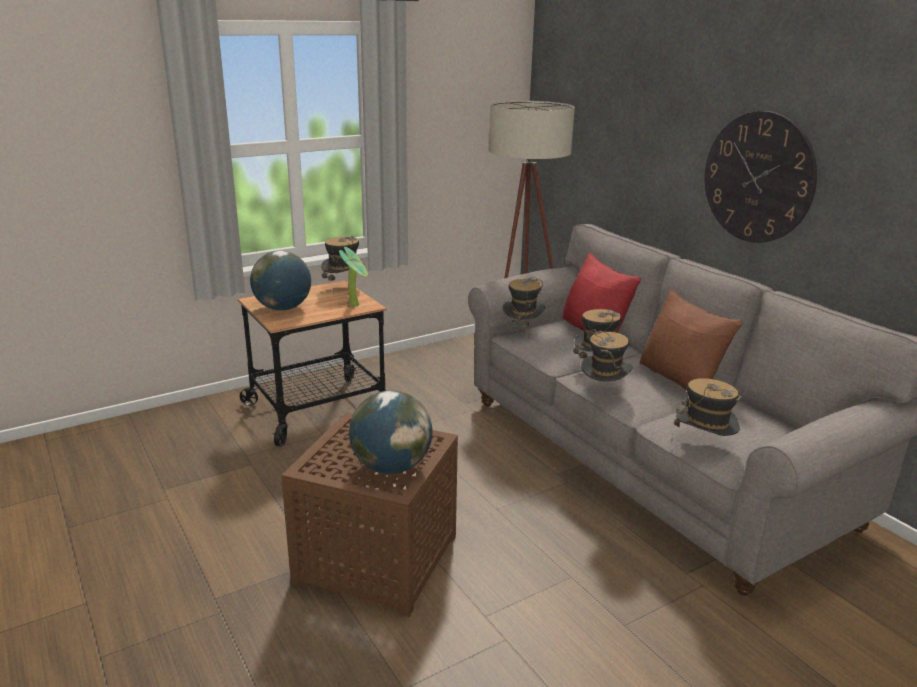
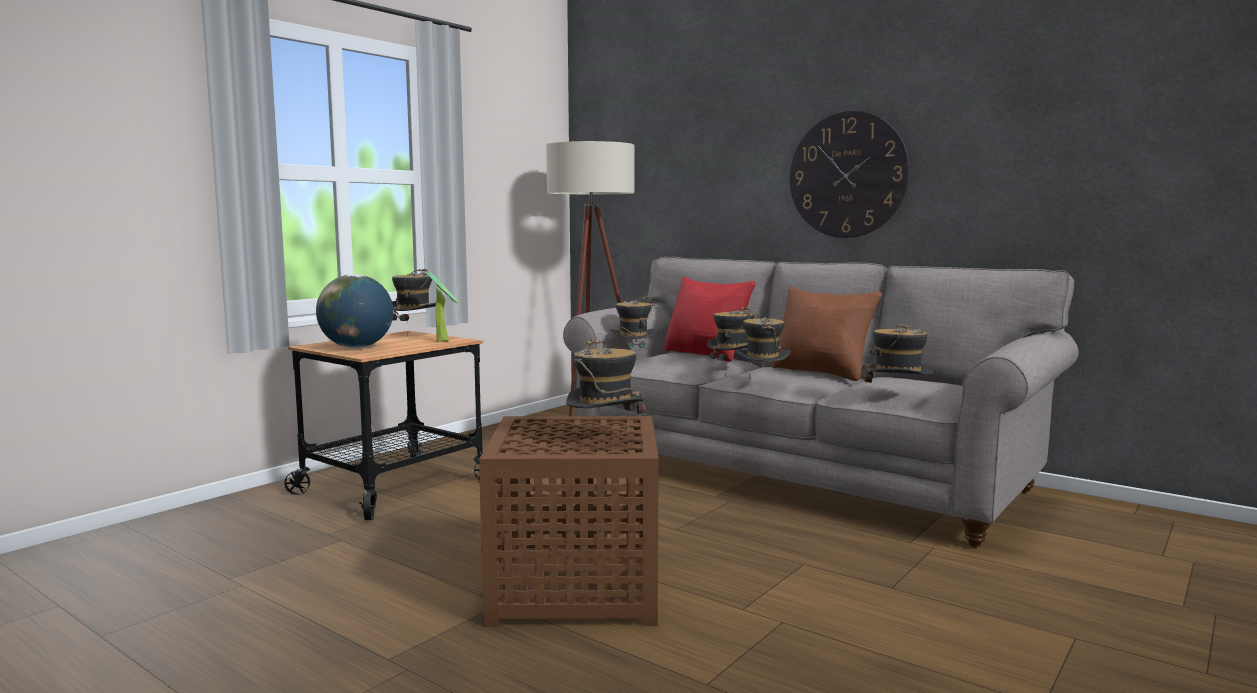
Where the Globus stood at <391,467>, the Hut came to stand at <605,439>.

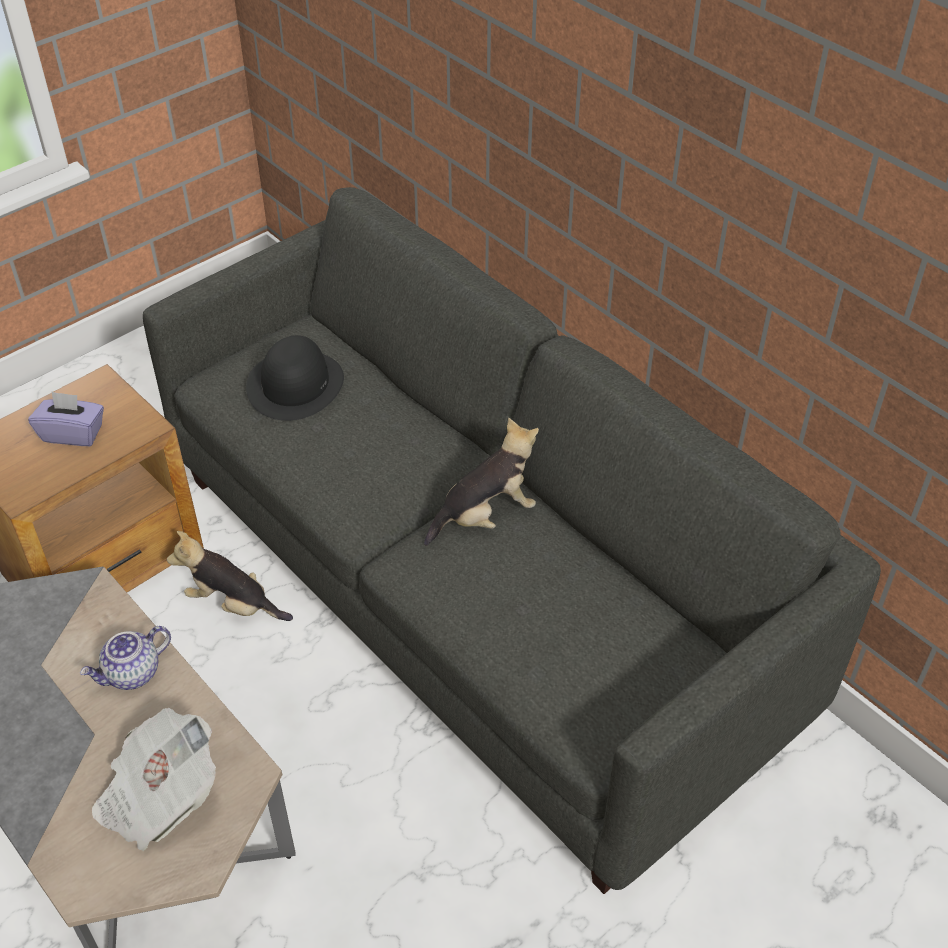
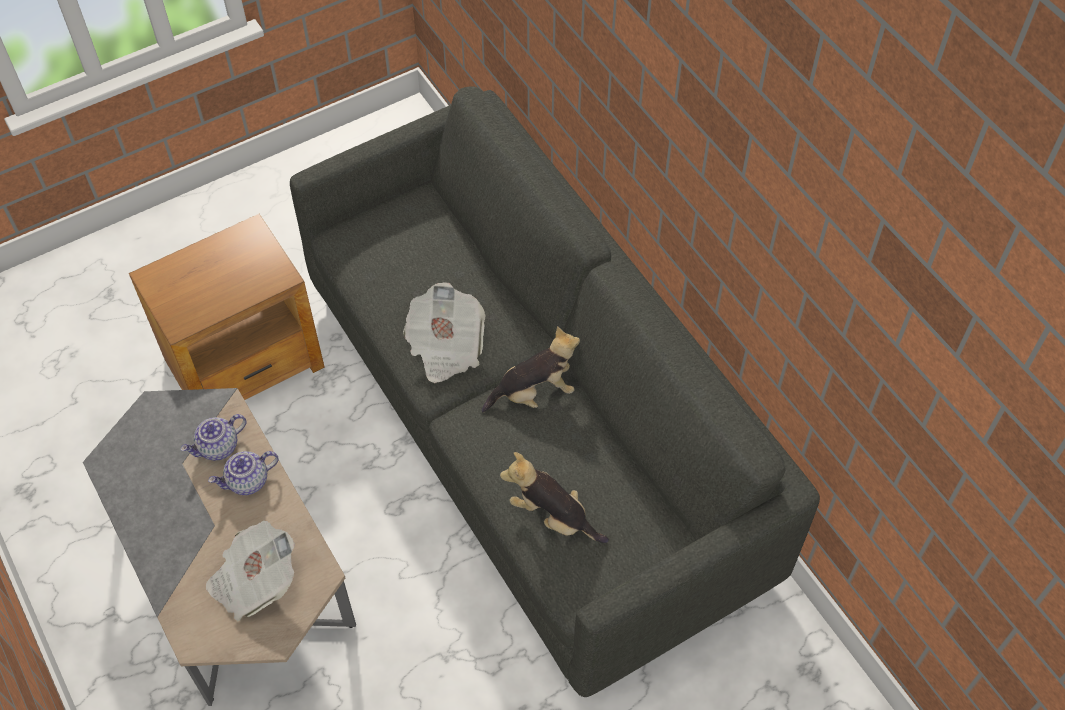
The second view lost the Taschentuchbox (lila) at <73,433>.
The Plüschtier ended up elsewhere, having gone from <233,604> to <553,516>.
The second view lost the Hut (schwarz) at <295,384>.
The second view gained the Teekanne at <218,447>.
The second view gained the Zeitung at <445,347>.

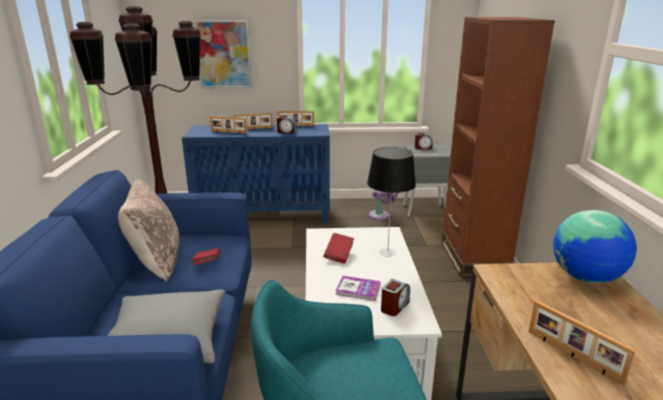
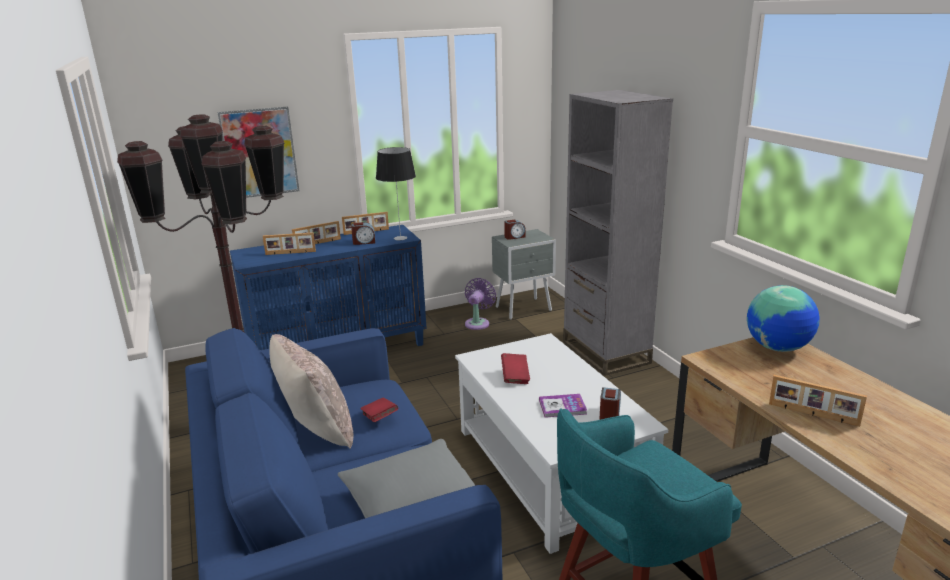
The Tischlampe ended up elsewhere, having gone from <388,252> to <401,238>.
What was the Bücherregal (braun) at <473,258> turned into the Bücherregal (grau) at <605,352>.

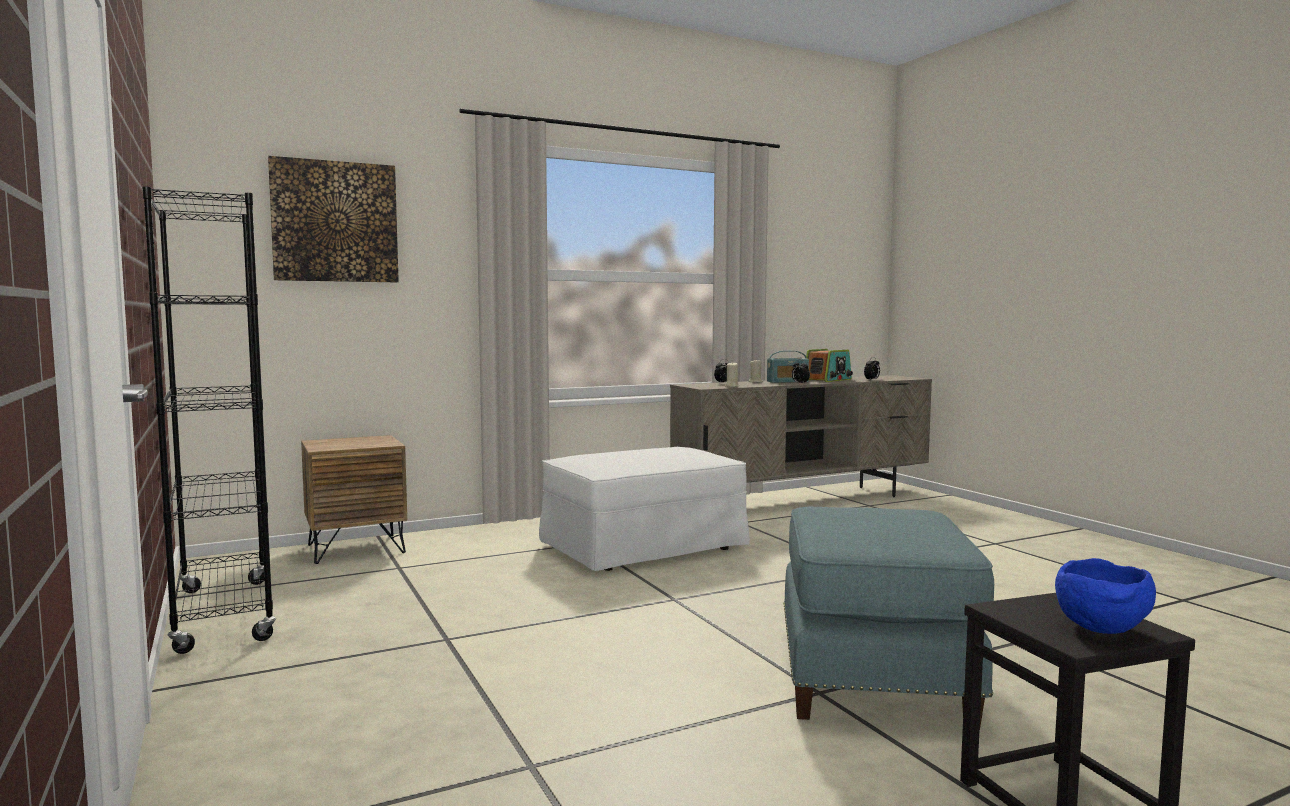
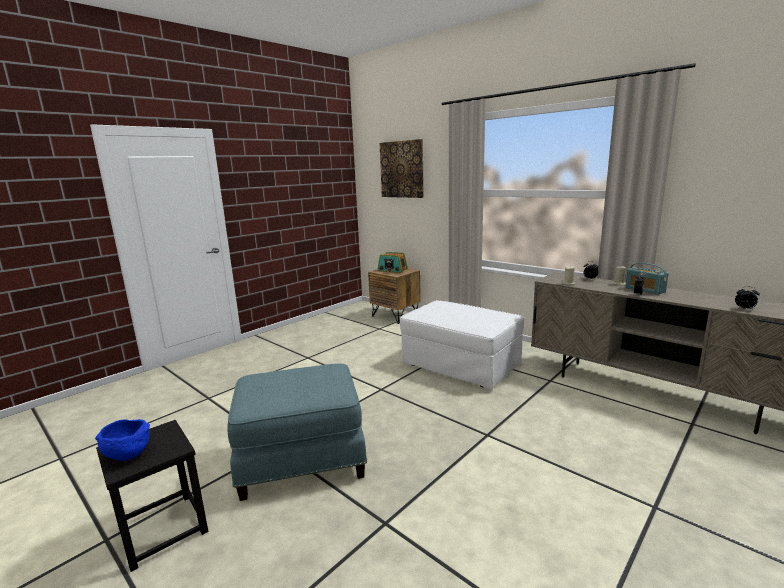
The second view lost the Bücherregal (schwarz) at <224,614>.
The Radio ended up elsewhere, having gone from <828,380> to <392,270>.

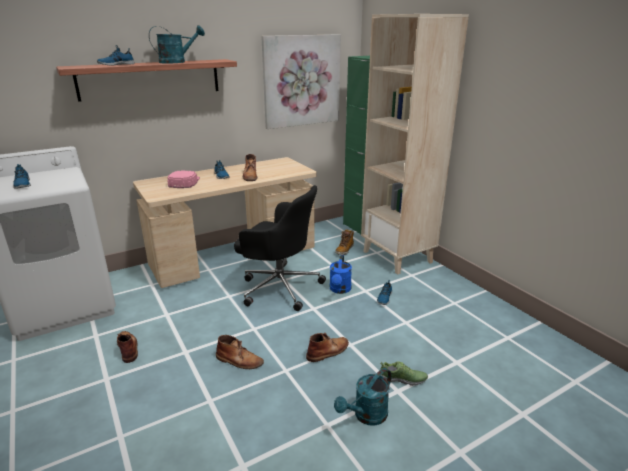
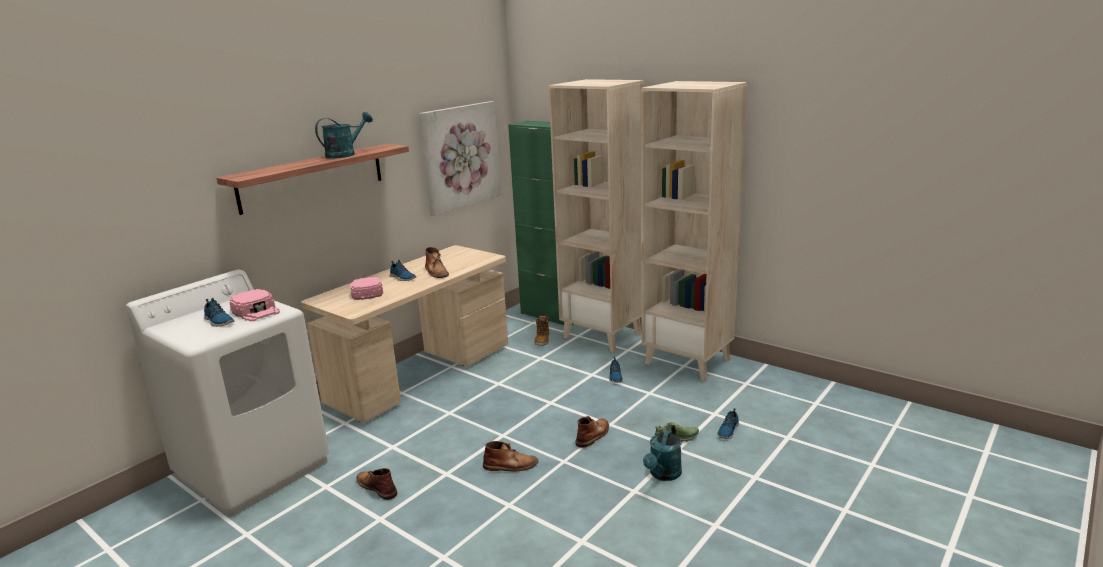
The Schuh ended up elsewhere, having gone from <116,64> to <727,430>.
The second view lost the Bürostuhl (schwarz) at <279,286>.
The second view lost the Gießkanne (blau) at <340,290>.
The second view gained the Kappe (rosa) at <256,311>.
The second view gained the Bücherregal (beige) at <688,361>.

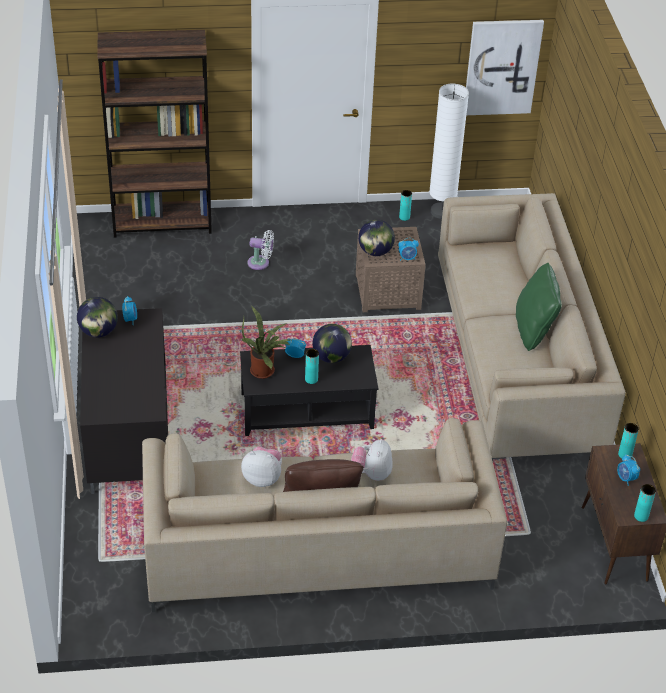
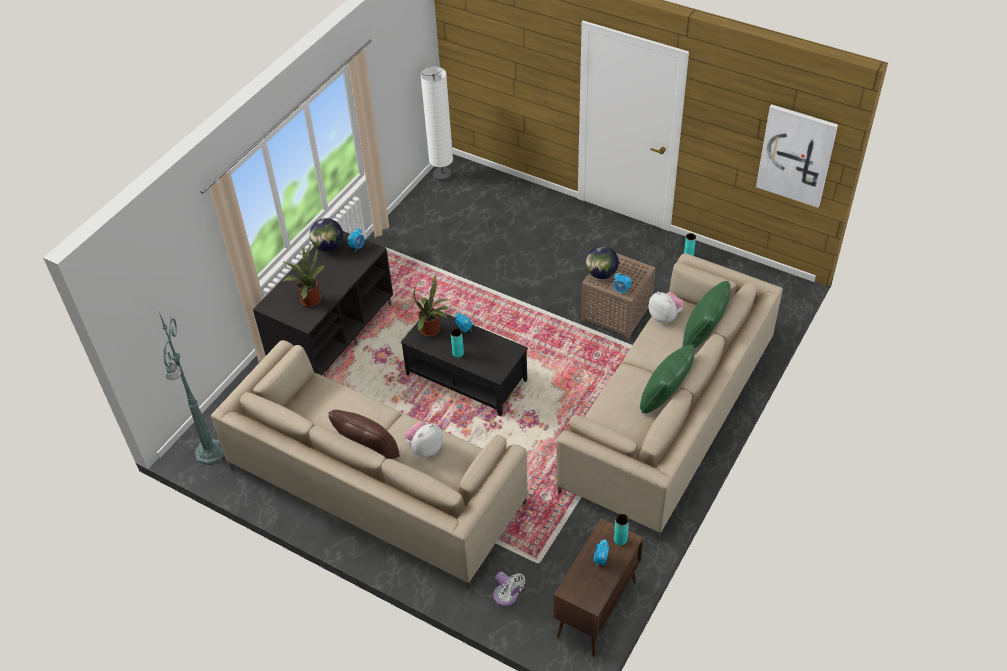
The second view lost the Bücherregal (braun) at <162,223>.
The Plüschtier ended up elsewhere, having gone from <262,478> to <665,317>.
The Ventilator (weiß) ended up elsewhere, having gone from <260,263> to <507,597>.
The second view lost the Globus at <331,357>.
The Stehlampe (weiß) ended up elsewhere, having gone from <441,212> to <442,175>.
The second view lost the Vase (türkis) at <641,516>.
The second view gained the Stehlampe (grün) at <210,453>.
The second view gained the Topfpflanze at <309,299>.
The second view gained the Kissen (grün) at <703,335>.

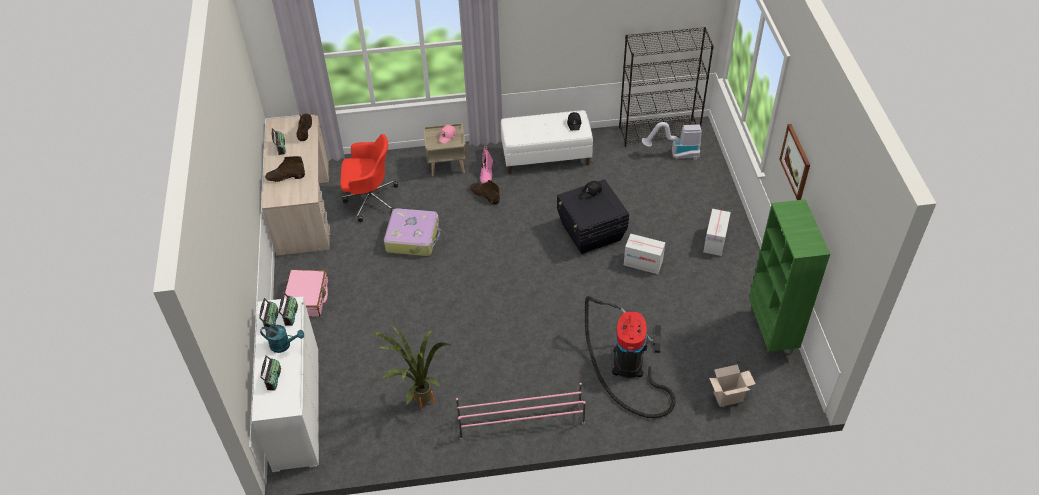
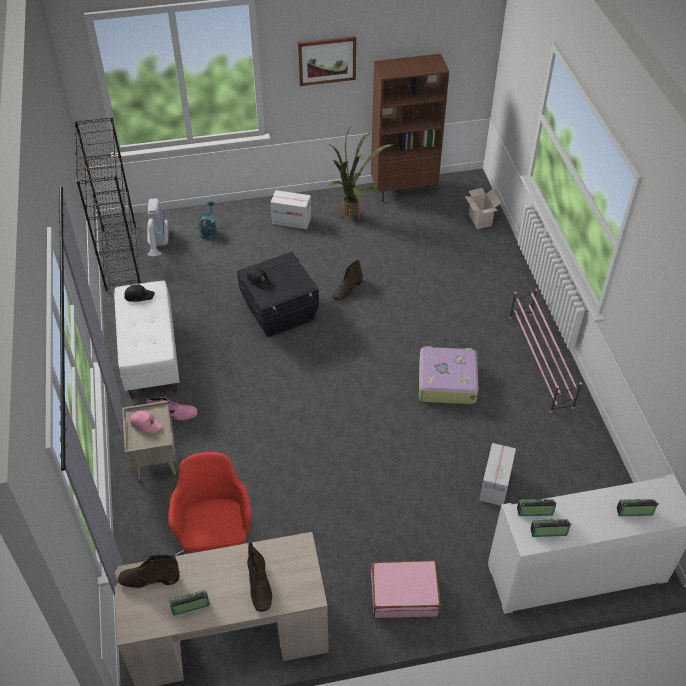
The Gießkanne (türkis) ended up elsewhere, having gone from <284,345> to <208,231>.
The Topfpflanze ended up elsewhere, having gone from <418,402> to <352,220>.
The Koffer ended up elsewhere, having gone from <413,237> to <446,381>.
The Stiefel (braun) ended up elsewhere, having gone from <484,195> to <347,290>.
The second view lost the Staubsauger at <629,366>.
The Karton ended up elsewhere, having gone from <643,263> to <495,484>.
What was the Bücherregal (grün) at <772,333> turned into the Bücherregal (braun) at <404,190>.

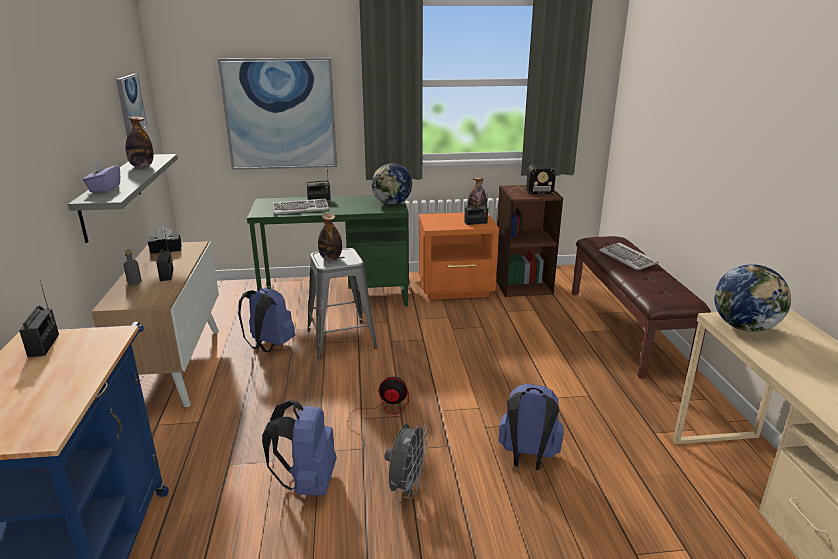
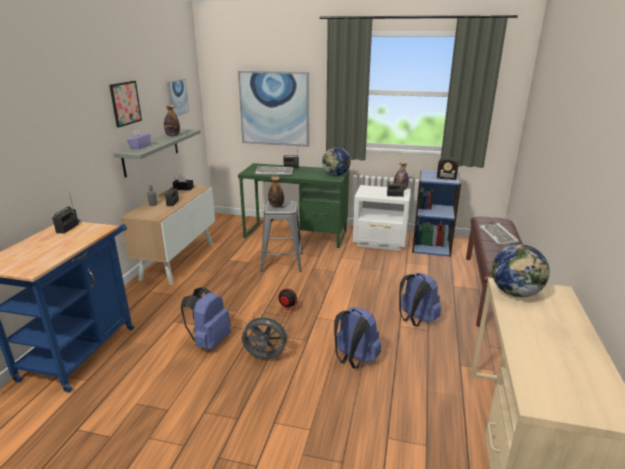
The Rucksack (blau) ended up elsewhere, having gone from <269,346> to <416,320>.
The Ventilator (grau) at <407,487> ended up facing another way, 120 degrees counterclockwise from before.
What was the Nachttisch (orange) at <457,289> turned into the Nachttisch (weiß) at <380,242>.
What was the Bücherregal (braun) at <522,285> turned into the Bücherregal (blau) at <431,246>.
The second view gained the Bild at <125,103>.

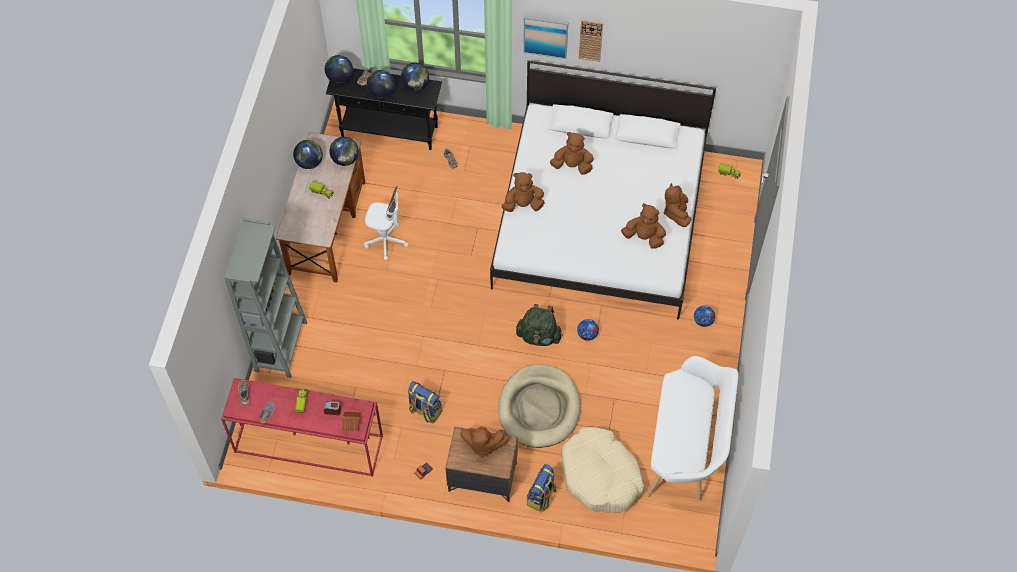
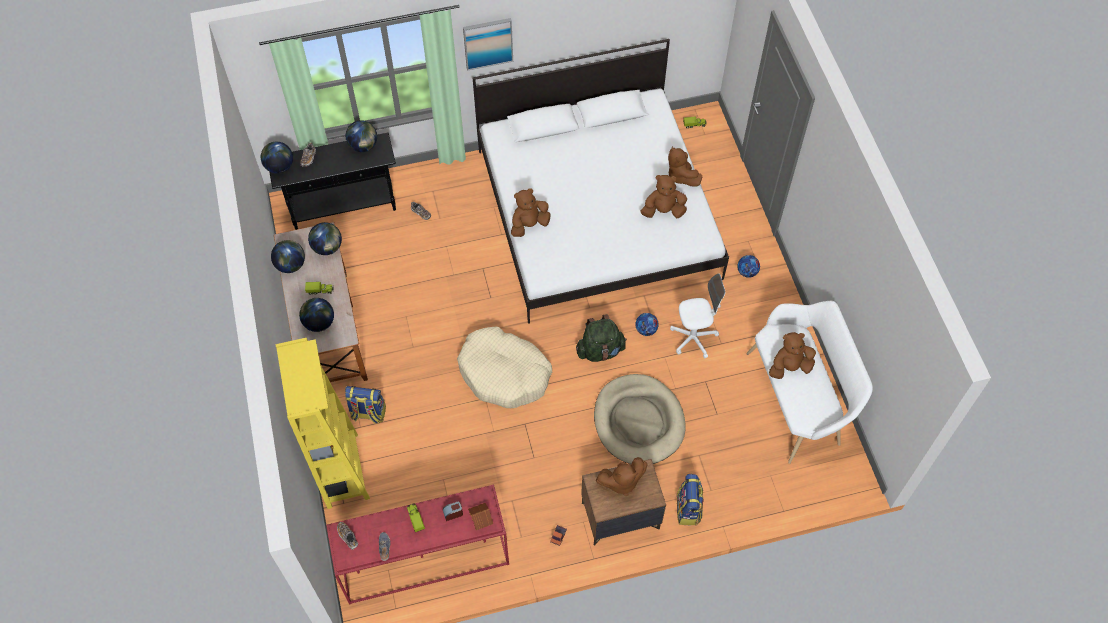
What was the Bücherregal (grau) at <281,347> turned into the Bücherregal (gelb) at <342,471>.
The Bürostuhl (weiß) ended up elsewhere, having gone from <386,241> to <693,338>.
The Globus ended up elsewhere, having gone from <381,92> to <319,323>.
The Rucksack ended up elsewhere, having gone from <425,410> to <368,413>.
The Plüschtier (braun) ended up elsewhere, having gone from <572,165> to <789,367>.
The Hundebett (beige) ended up elsewhere, having gone from <600,476> to <504,373>.
The second view lost the Wanduhr at <590,40>.

